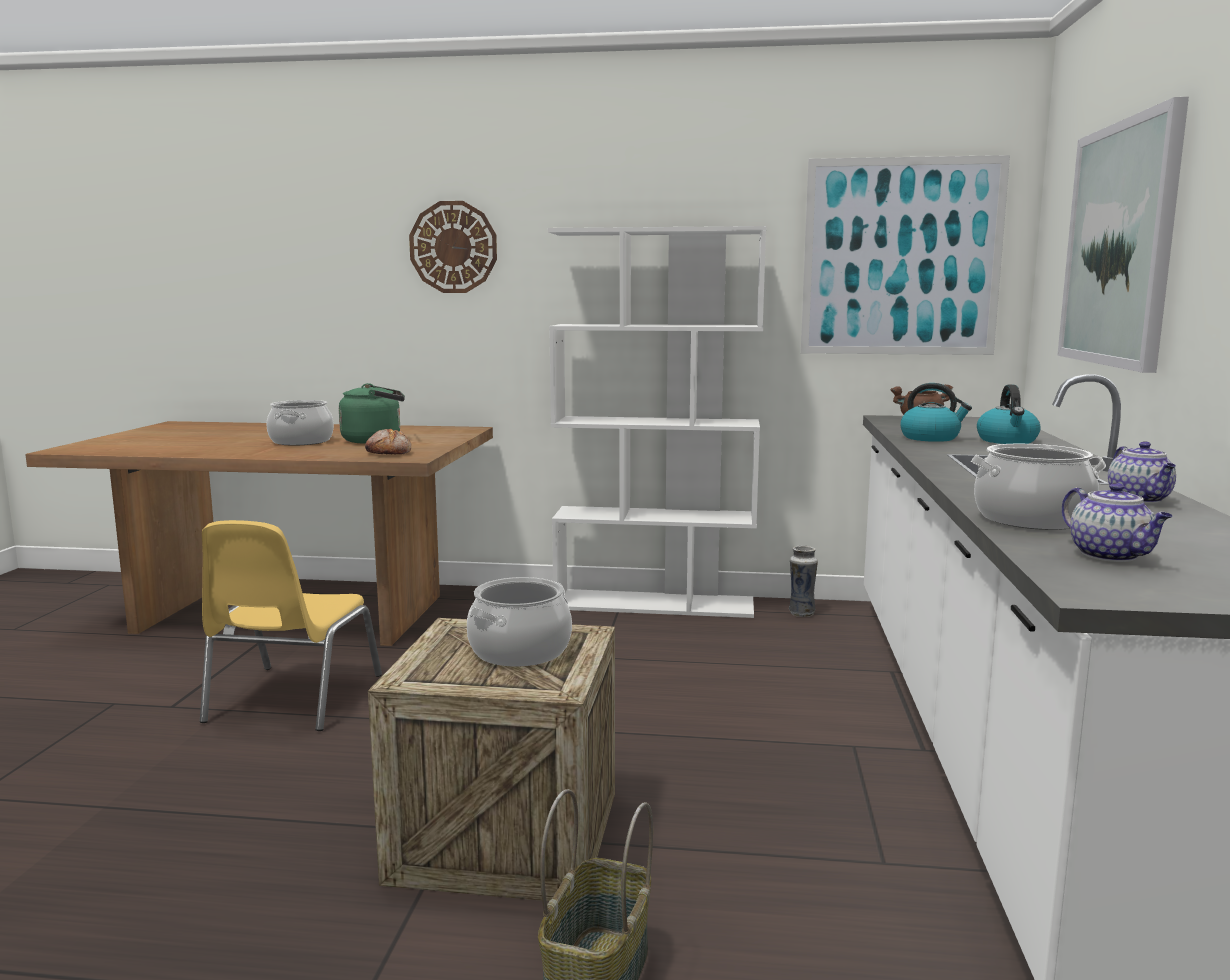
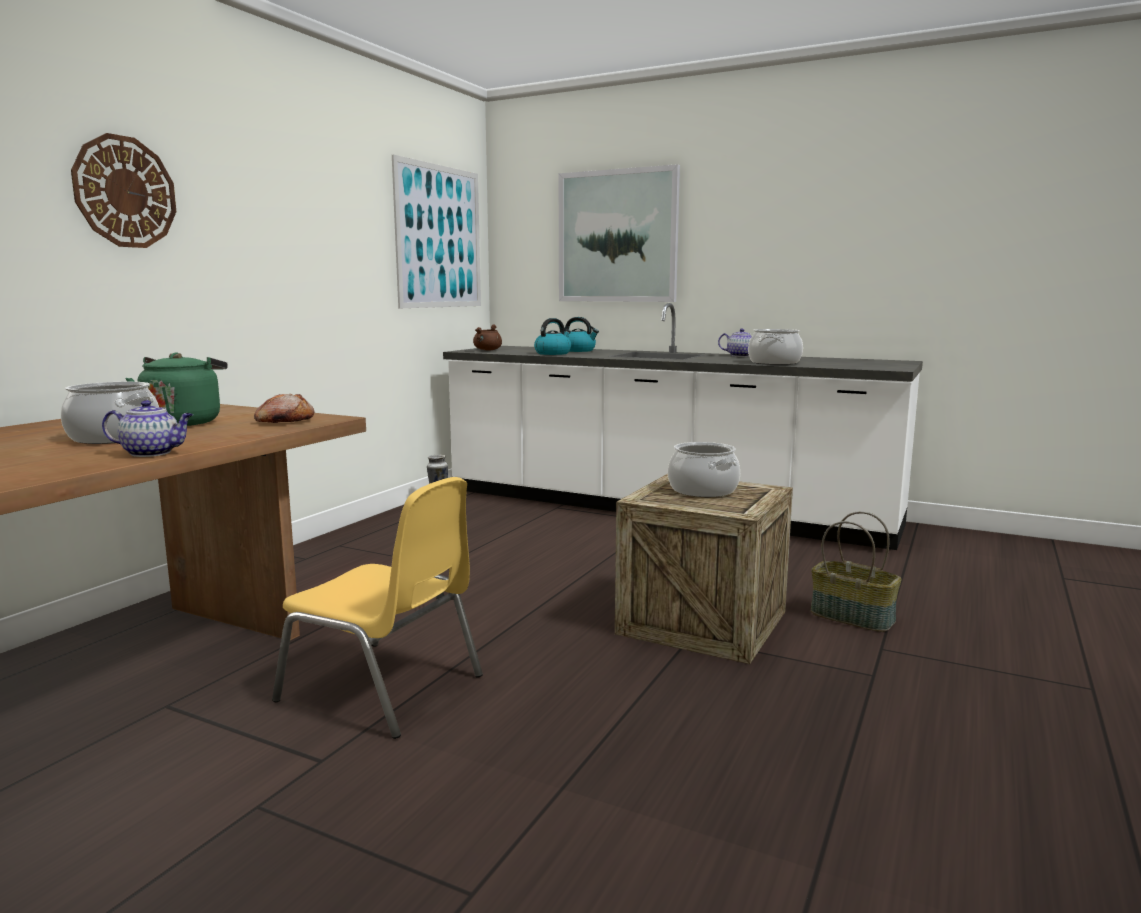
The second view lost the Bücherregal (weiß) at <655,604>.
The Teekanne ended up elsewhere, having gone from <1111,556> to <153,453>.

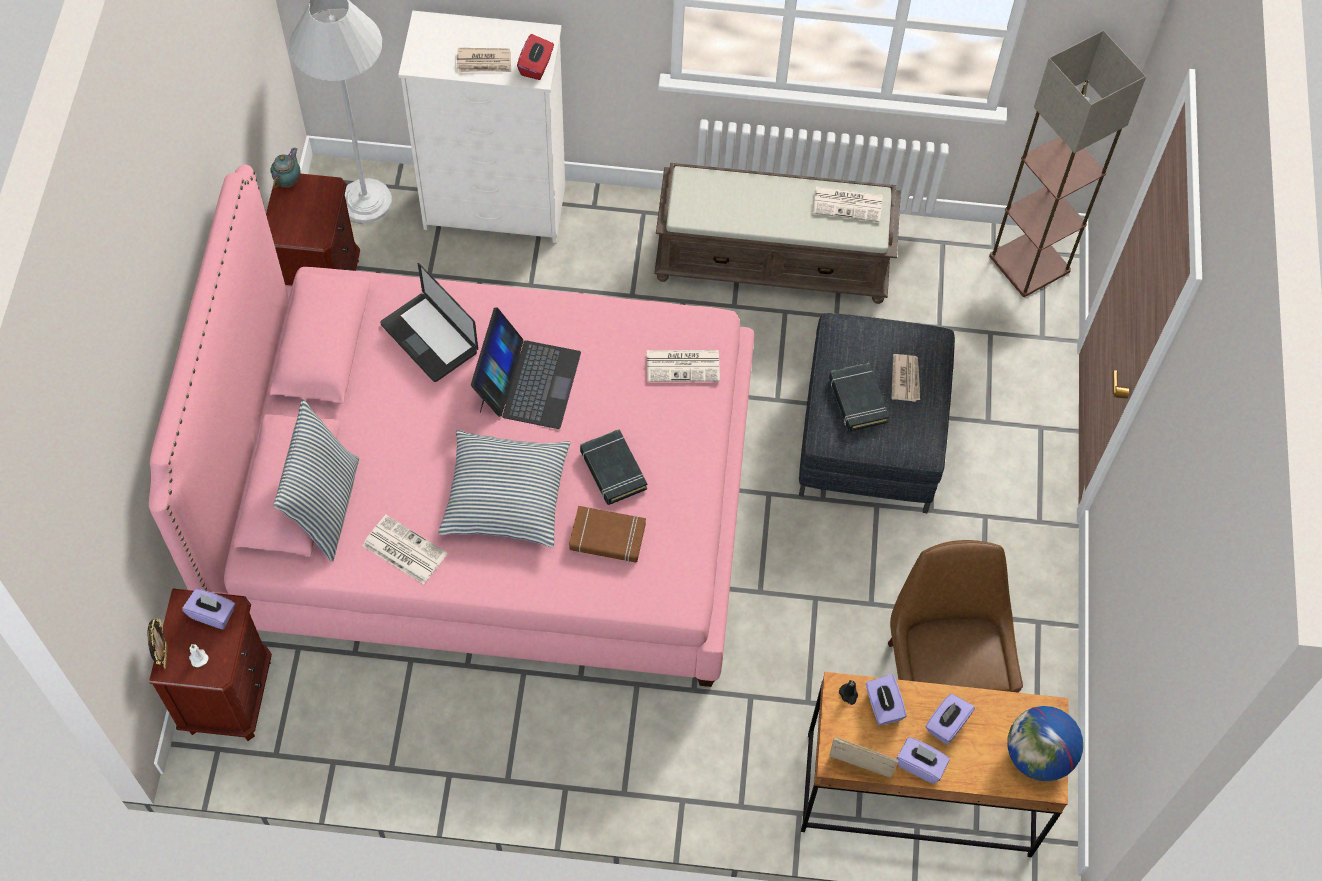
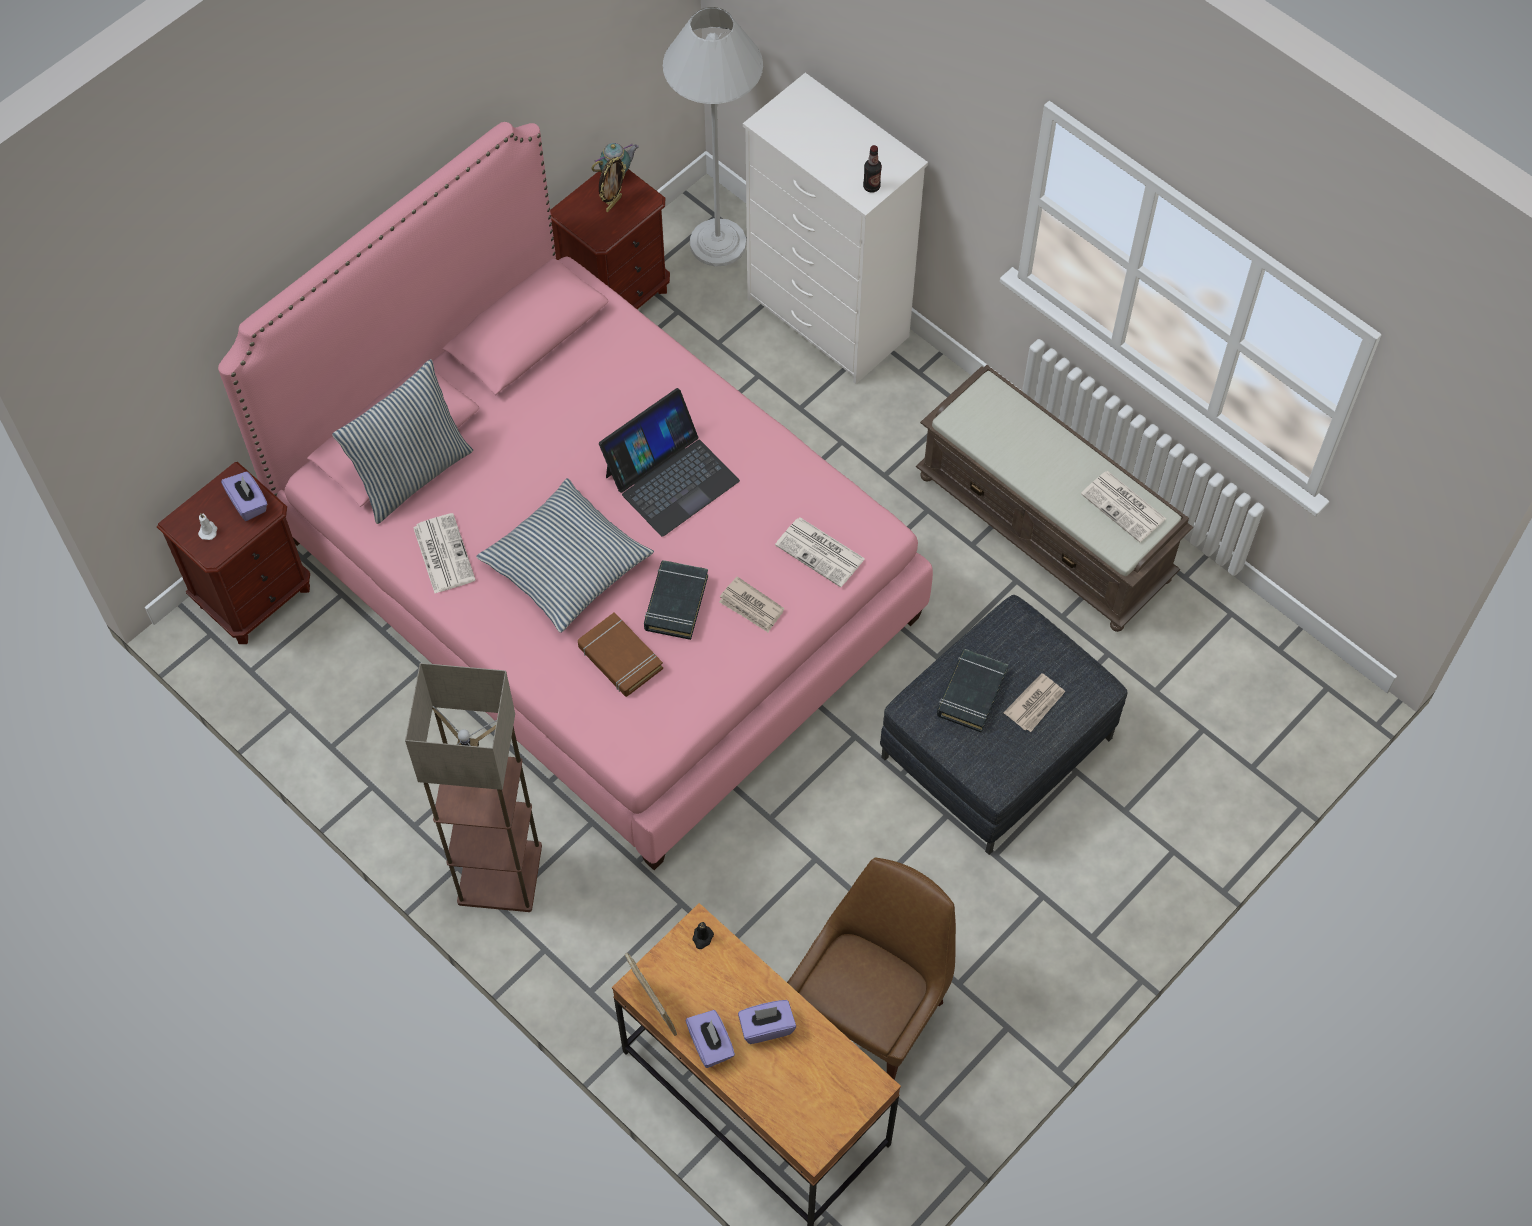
The Bilderrahmen ended up elsewhere, having gone from <164,656> to <613,203>.
The second view lost the Laptop at <429,338>.
The Zeitung ended up elsewhere, having gone from <484,62> to <751,607>.
Where the Taschentuchbox (rot) stood at <536,66>, the Flasche came to stand at <871,186>.
The second view lost the Taschentuchbox (lila) at <883,706>.
The Stehlampe ended up elsewhere, having gone from <1029,265> to <498,875>.
The second view lost the Globus at <1038,756>.

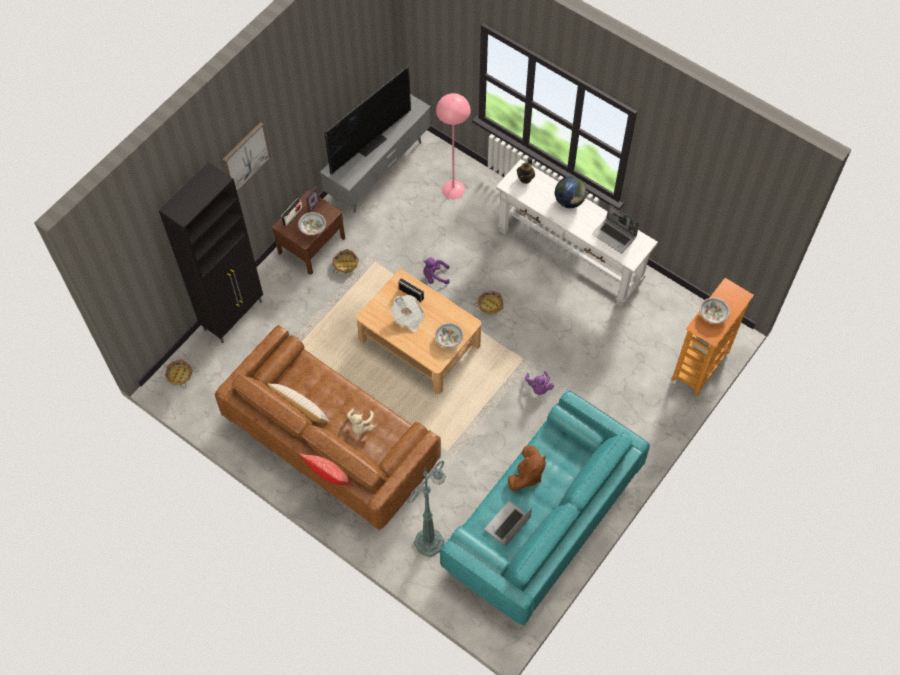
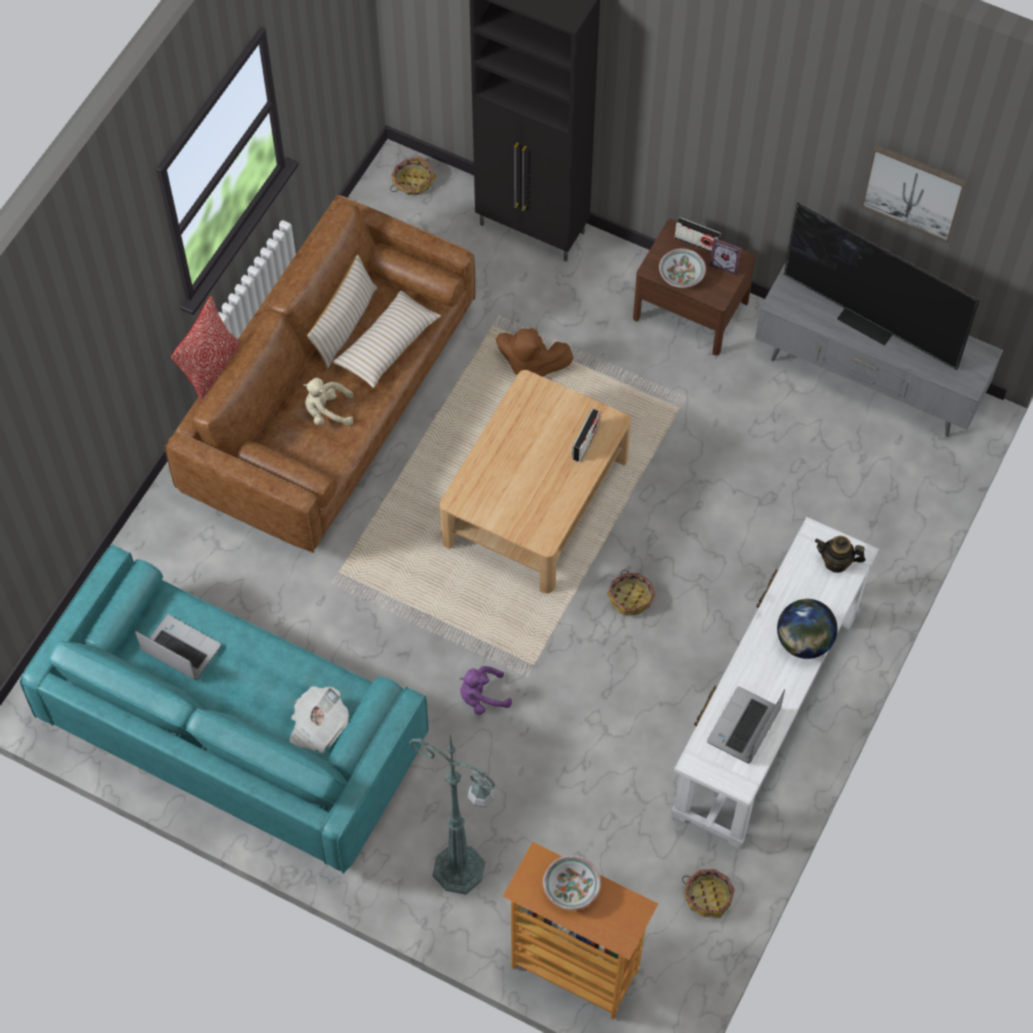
The Bild ended up elsewhere, having gone from <245,157> to <914,191>.
The Korb ended up elsewhere, having gone from <345,264> to <708,896>.
The Zeitung ended up elsewhere, having gone from <408,317> to <317,726>.
The Stehlampe (grün) ended up elsewhere, having gone from <430,541> to <461,871>.
The second view lost the Plüschtier (lila) at <435,276>.
The second view lost the Schüssel at <449,339>.
The second view lost the Stehlampe (rosa) at <453,189>.
The Plüschtier (braun) ended up elsewhere, having gone from <526,475> to <531,365>.
The second view gained the Kissen (beige) at <387,345>.

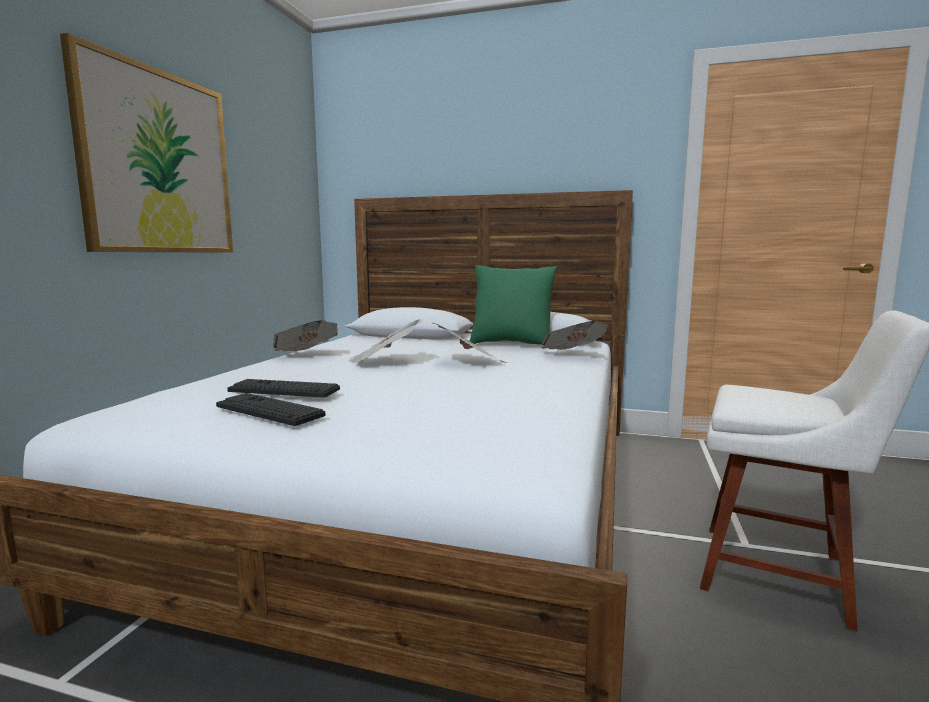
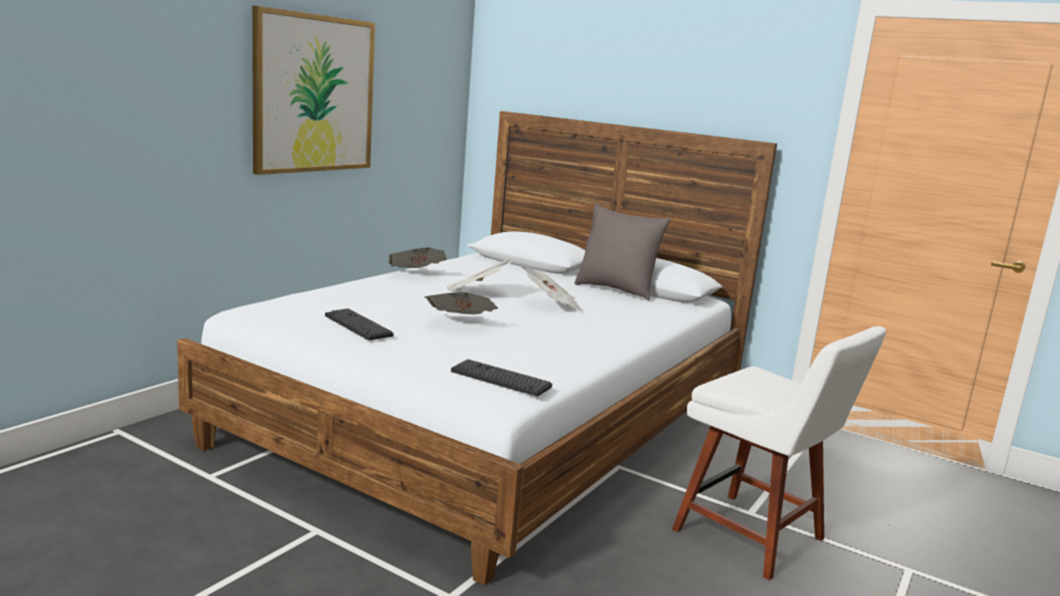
The Tastatur ended up elsewhere, having gone from <284,390> to <500,379>.
What was the Kissen (grün) at <511,344> turned into the Kissen (grau) at <616,290>.
The Zeitung ended up elsewhere, having gone from <572,355> to <461,323>.

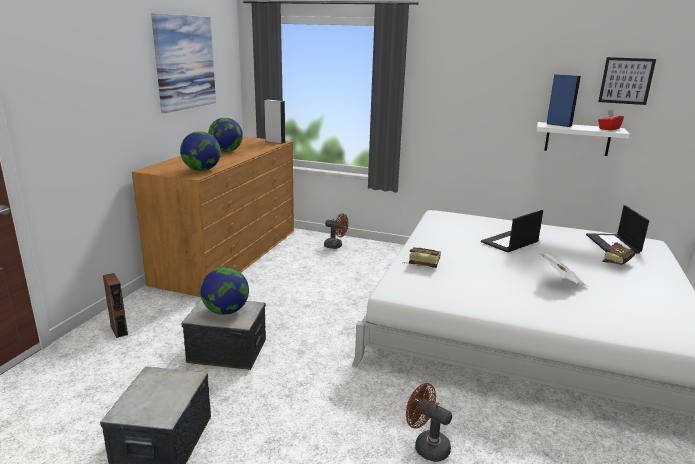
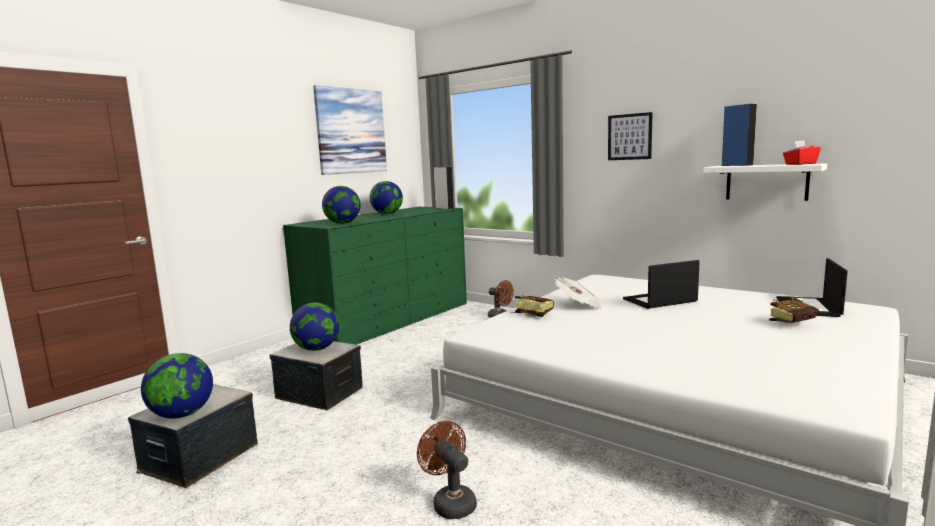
The second view lost the Lautsprecher (braun) at <119,330>.
What was the Kommode (braun) at <229,255> turned into the Kommode (grün) at <388,319>.
The Zeitung ended up elsewhere, having gone from <561,281> to <578,305>.
The Bild ended up elsewhere, having gone from <626,81> to <629,137>.
The second view gained the Globus at <182,414>.

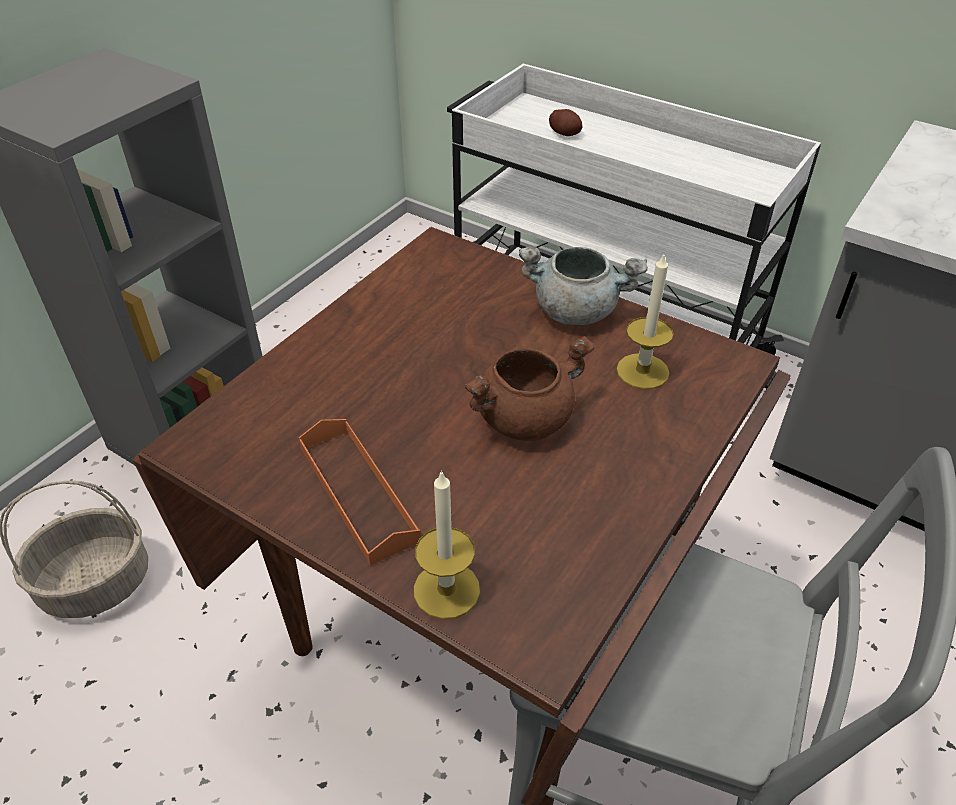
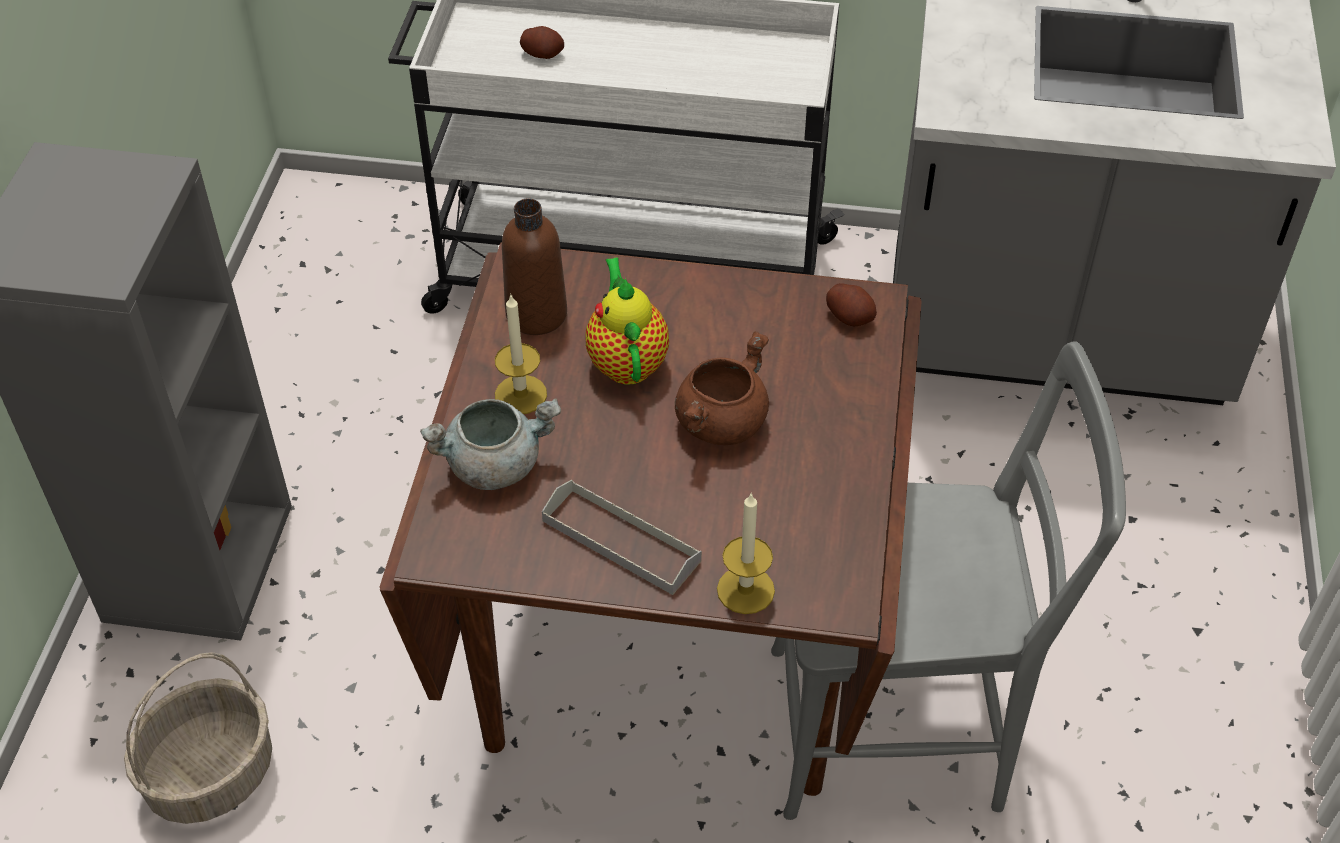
What was the Tablett (orange) at <358,493> turned into the Tablett (grau) at <621,541>.
The Kochtopf (grau) ended up elsewhere, having gone from <576,310> to <495,464>.
The Kerze ended up elsewhere, having gone from <642,371> to <520,394>.
The second view gained the Flasche (braun) at <536,314>.
The second view gained the Teekanne at <627,361>.
The second view gained the Kartoffel at <850,317>.

